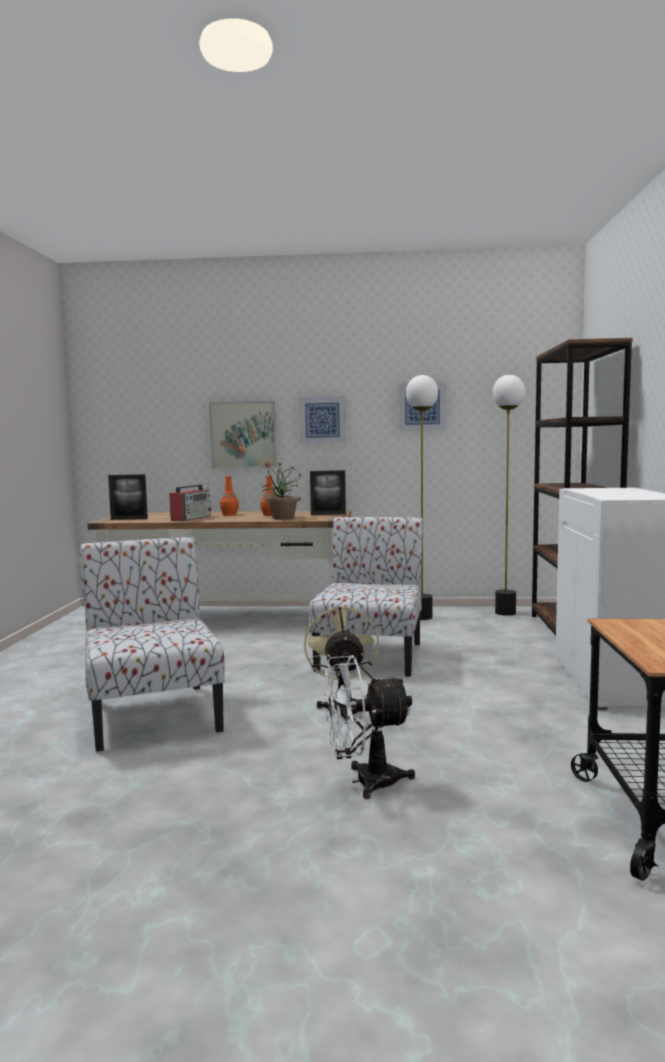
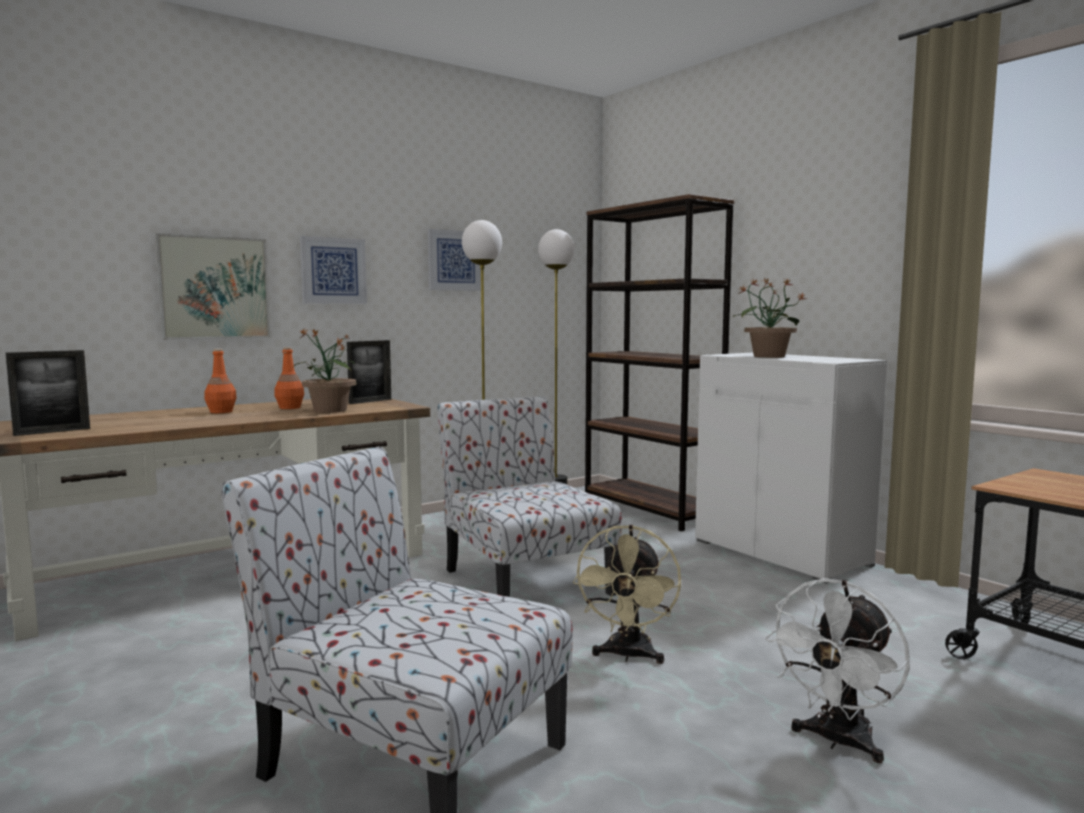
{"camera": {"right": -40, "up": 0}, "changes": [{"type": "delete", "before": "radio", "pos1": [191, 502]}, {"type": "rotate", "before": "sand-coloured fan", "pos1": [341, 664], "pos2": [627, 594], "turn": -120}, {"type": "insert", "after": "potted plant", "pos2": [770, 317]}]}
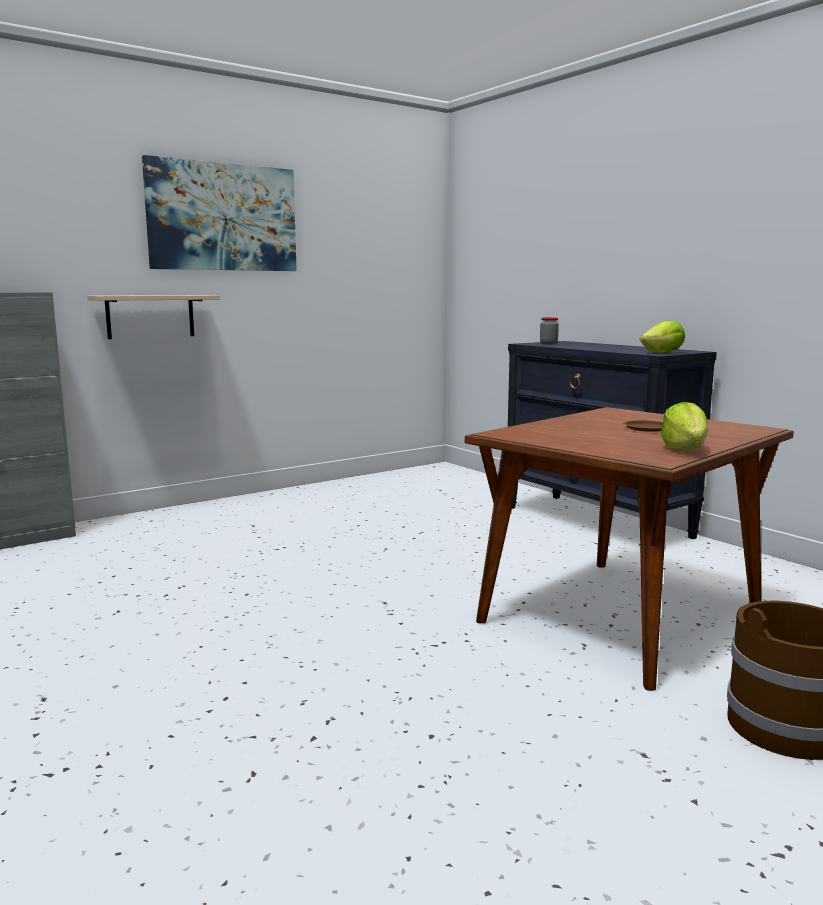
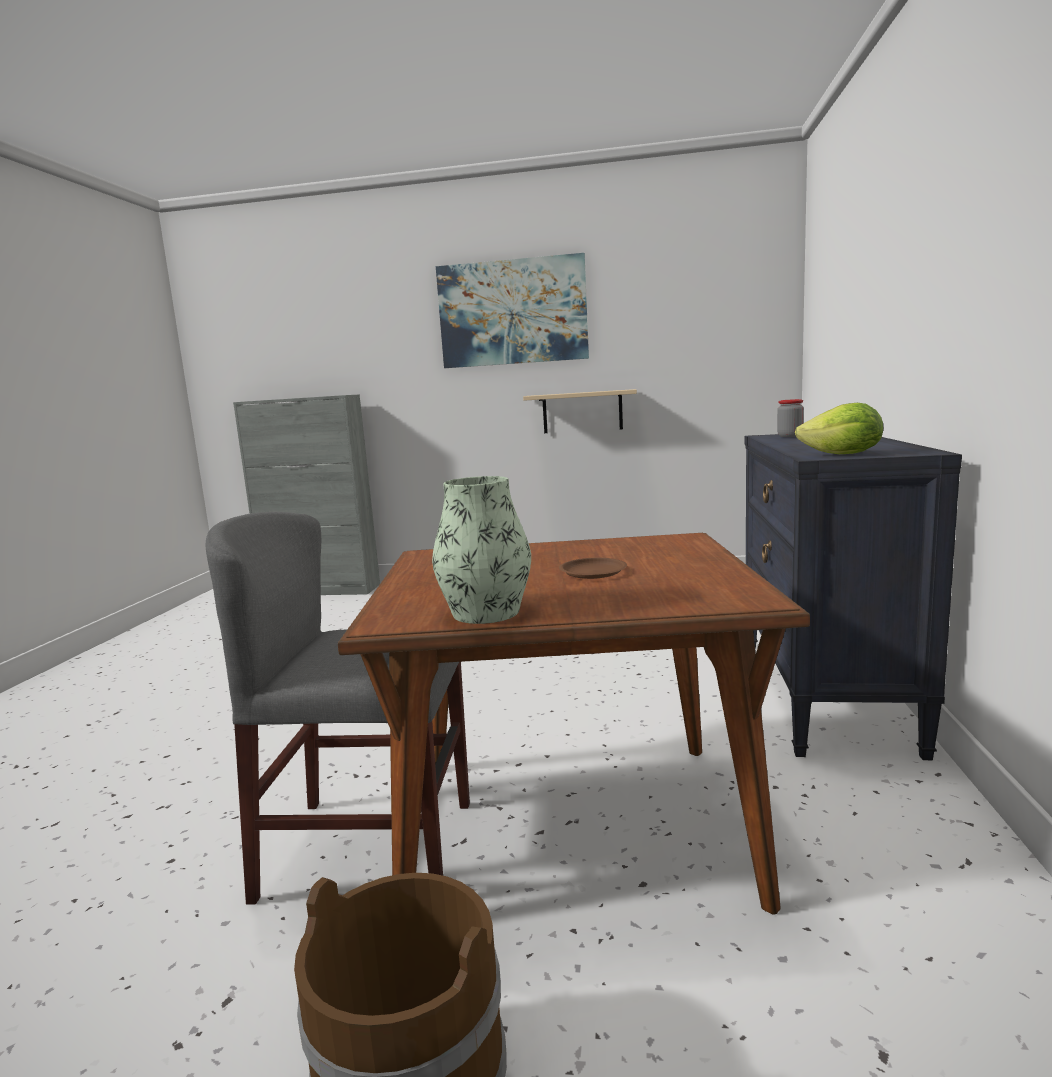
{"camera": {"right": 45, "up": 0}, "changes": [{"type": "move", "before": "sand-coloured bracket shelf", "pos1": [153, 317], "pos2": [580, 411]}, {"type": "replace", "before": "head of lettuce", "after": "vase", "pos1": [684, 426], "pos2": [481, 550]}, {"type": "insert", "after": "grey plain chair", "pos2": [338, 708]}]}
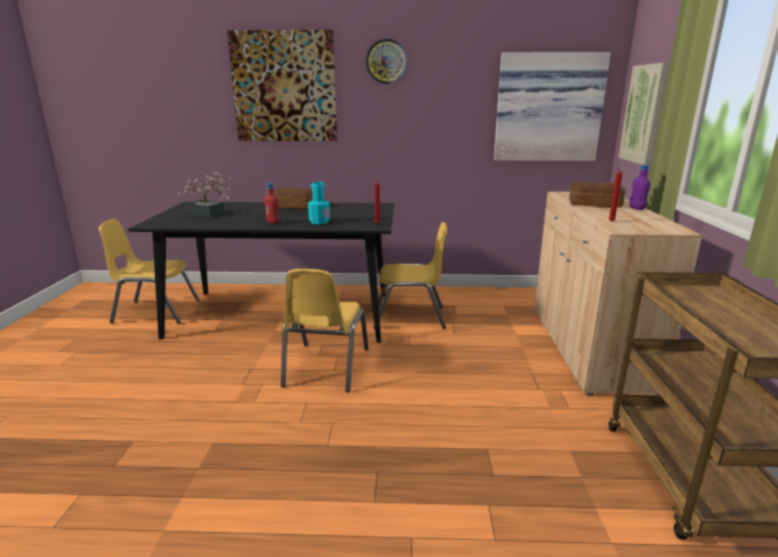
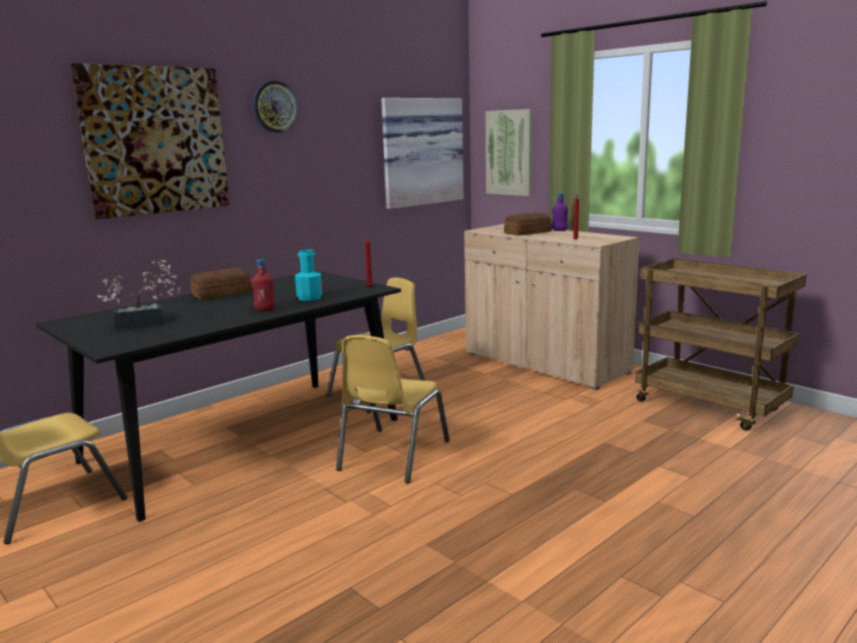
{"camera": {"right": -45, "up": -5}, "changes": [{"type": "rotate", "before": "yellow plain chair", "pos1": [324, 330], "pos2": [393, 409], "turn": 60}]}
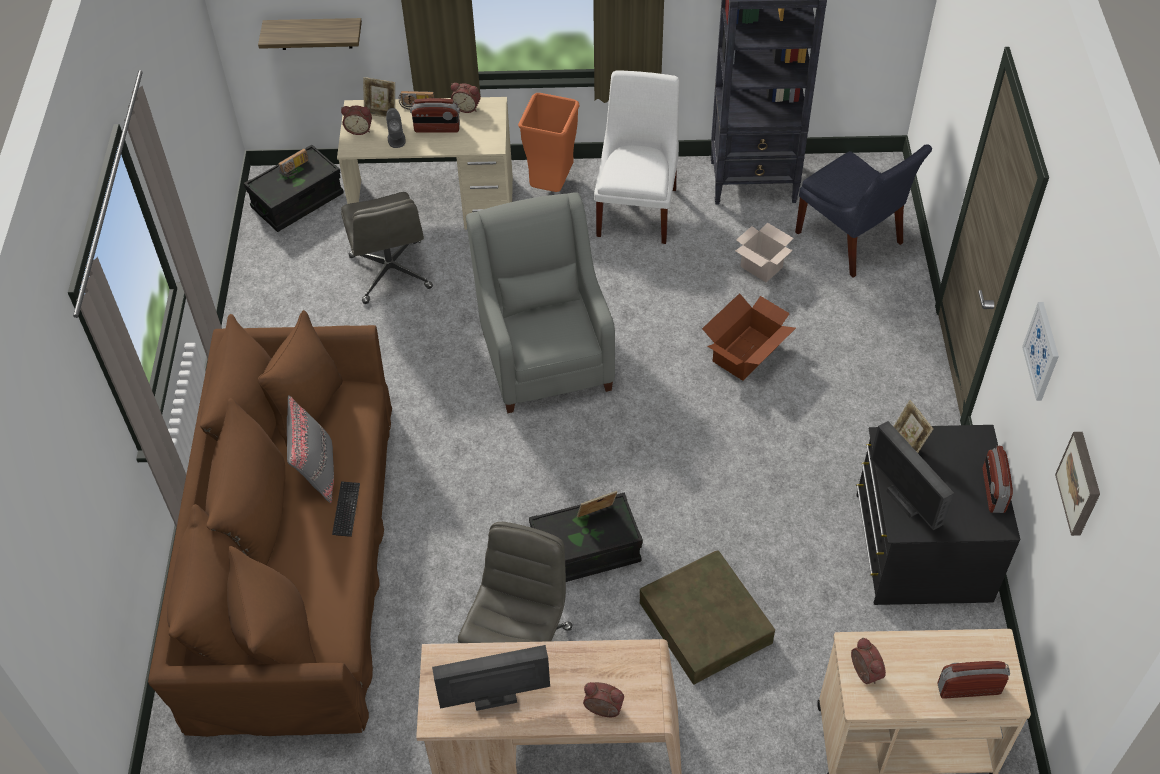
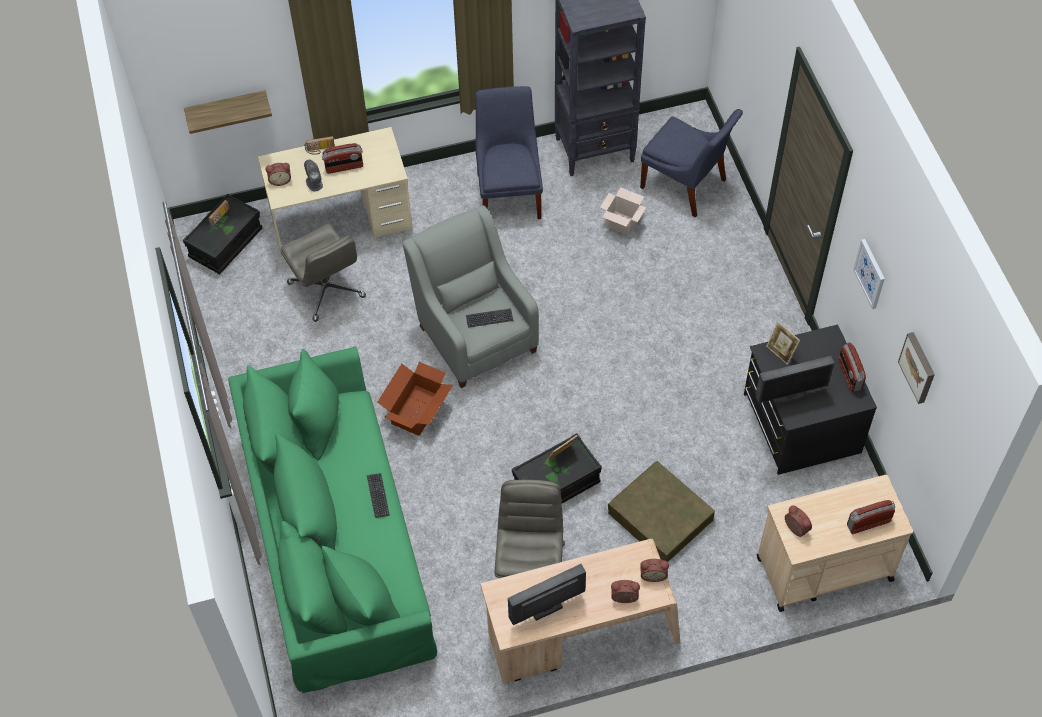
{"camera": {"right": -15, "up": 5}, "changes": [{"type": "recolor", "before": "white plain chair", "after": "blue plain chair", "pos1": [637, 157], "pos2": [509, 152]}, {"type": "delete", "before": "picture frame", "pos1": [379, 97]}, {"type": "move", "before": "table clock", "pos1": [466, 98], "pos2": [654, 570]}, {"type": "delete", "before": "orangey rubbish bin", "pos1": [548, 142]}, {"type": "move", "before": "packing box", "pos1": [749, 336], "pos2": [415, 399]}, {"type": "recolor", "before": "brown couch", "after": "greenish couch", "pos1": [270, 523], "pos2": [332, 520]}, {"type": "delete", "before": "grey cushion", "pos1": [310, 449]}, {"type": "rotate", "before": "computer screen", "pos1": [912, 475], "pos2": [794, 380], "turn": -60}, {"type": "insert", "after": "PC keyboard", "pos2": [489, 318]}]}
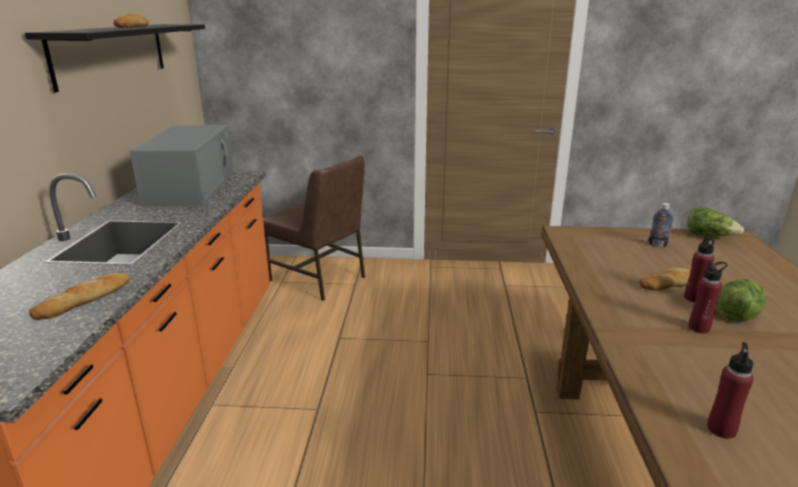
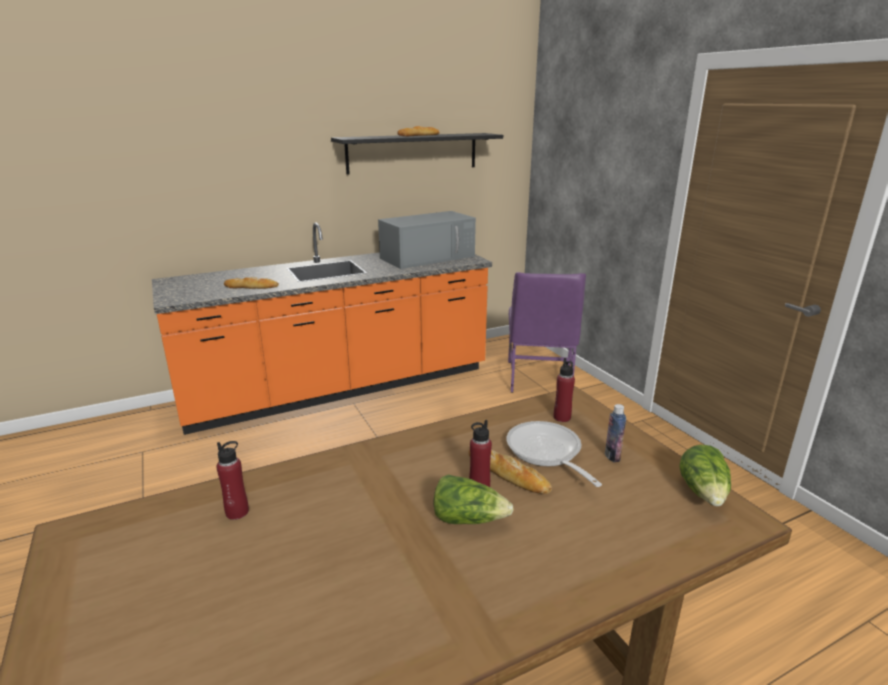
{"camera": {"right": 60, "up": 0}, "changes": [{"type": "recolor", "before": "brown plain chair", "after": "purplish plain chair", "pos1": [314, 228], "pos2": [547, 332]}, {"type": "move", "before": "reddish bottle", "pos1": [707, 297], "pos2": [564, 390]}, {"type": "insert", "after": "pan", "pos2": [554, 454]}]}
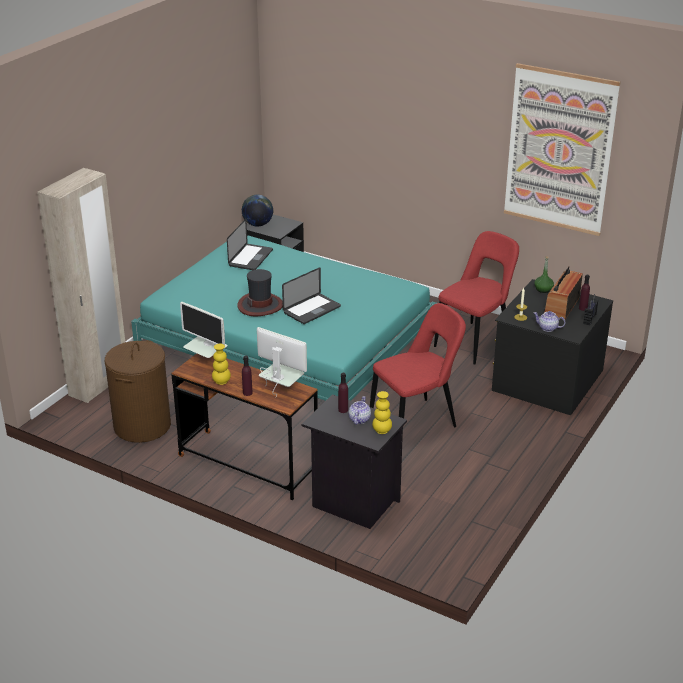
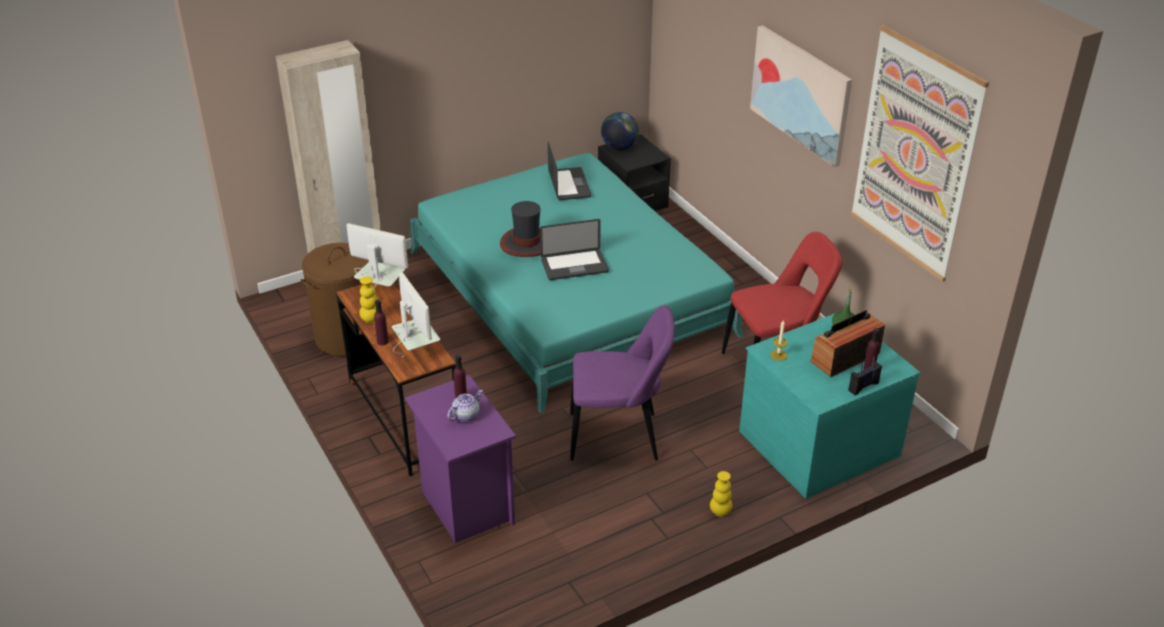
{"camera": {"right": 30, "up": 5}, "changes": [{"type": "rotate", "before": "portable computer", "pos1": [250, 244], "pos2": [569, 170], "turn": -60}, {"type": "recolor", "before": "black dresser", "after": "turquoise dresser", "pos1": [552, 347], "pos2": [829, 406]}, {"type": "rotate", "before": "computer screen", "pos1": [204, 330], "pos2": [377, 259], "turn": 135}, {"type": "recolor", "before": "reddish plain chair", "after": "purplish plain chair", "pos1": [418, 365], "pos2": [622, 383]}, {"type": "delete", "before": "pot for tea", "pos1": [549, 321]}, {"type": "move", "before": "yellow vase", "pos1": [382, 412], "pos2": [721, 494]}, {"type": "recolor", "before": "black bedside table", "after": "purplish bedside table", "pos1": [354, 461], "pos2": [460, 459]}, {"type": "insert", "after": "wall picture", "pos2": [801, 96]}]}
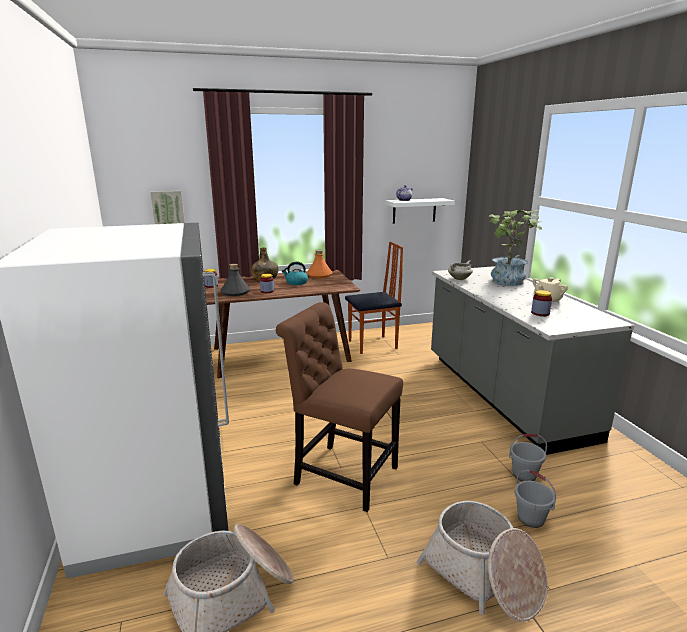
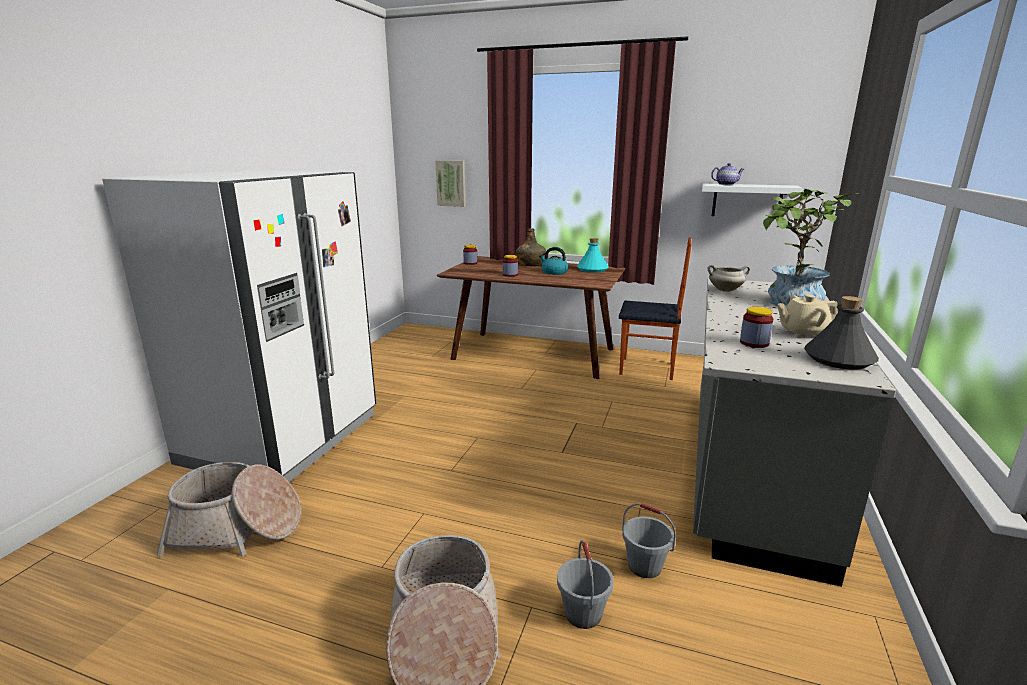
{"camera": {"right": 35, "up": 0}, "changes": [{"type": "recolor", "before": "orangey bottle", "after": "turquoise bottle", "pos1": [320, 264], "pos2": [593, 255]}, {"type": "move", "before": "grey bottle", "pos1": [235, 280], "pos2": [841, 332]}, {"type": "delete", "before": "brown plain chair", "pos1": [339, 407]}]}
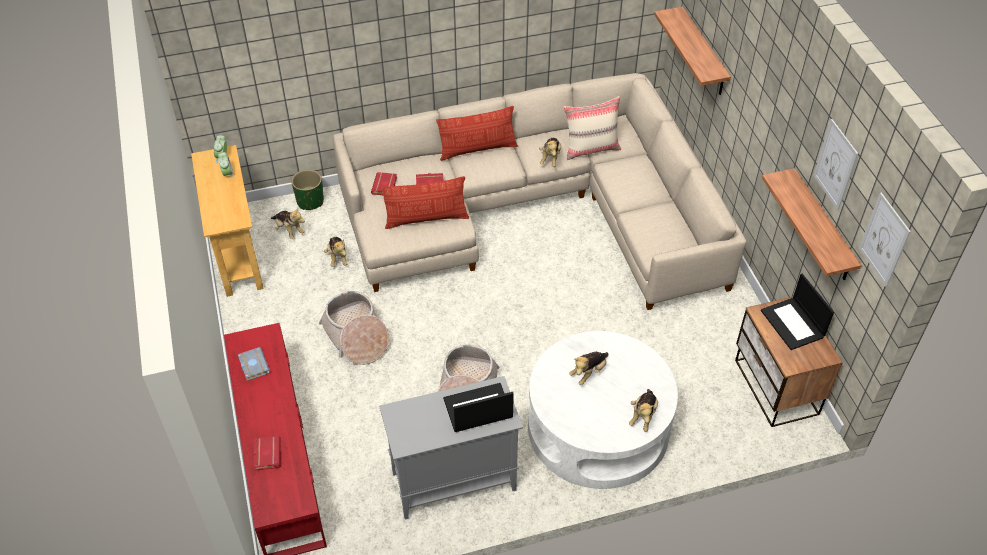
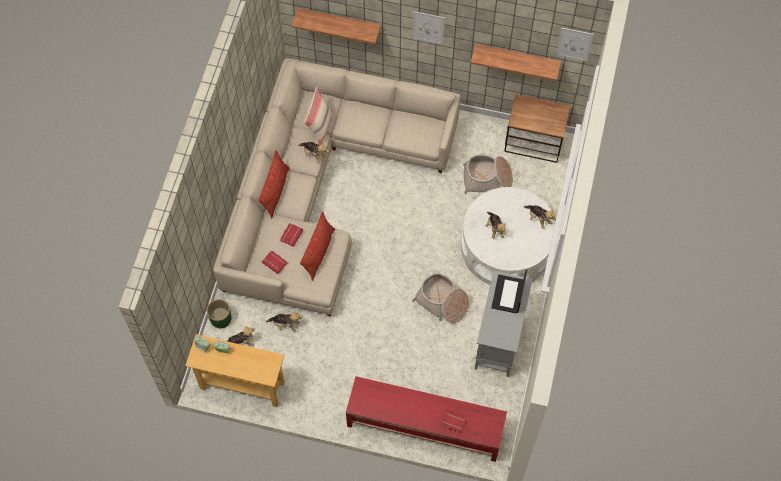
{"camera": {"right": -60, "up": 15}, "changes": [{"type": "move", "before": "wall picture", "pos1": [835, 164], "pos2": [429, 28]}, {"type": "delete", "before": "portable computer", "pos1": [797, 312]}, {"type": "move", "before": "basket", "pos1": [354, 328], "pos2": [488, 174]}, {"type": "delete", "before": "grey bound book", "pos1": [254, 364]}]}
